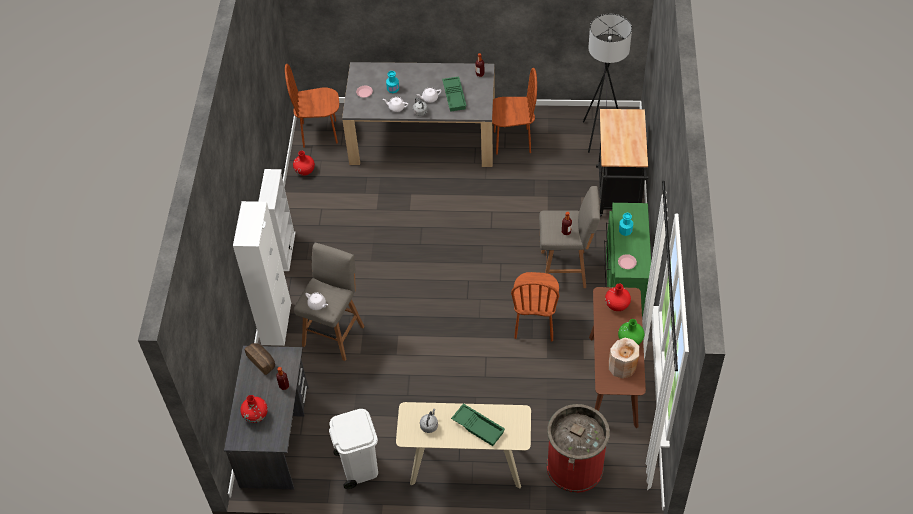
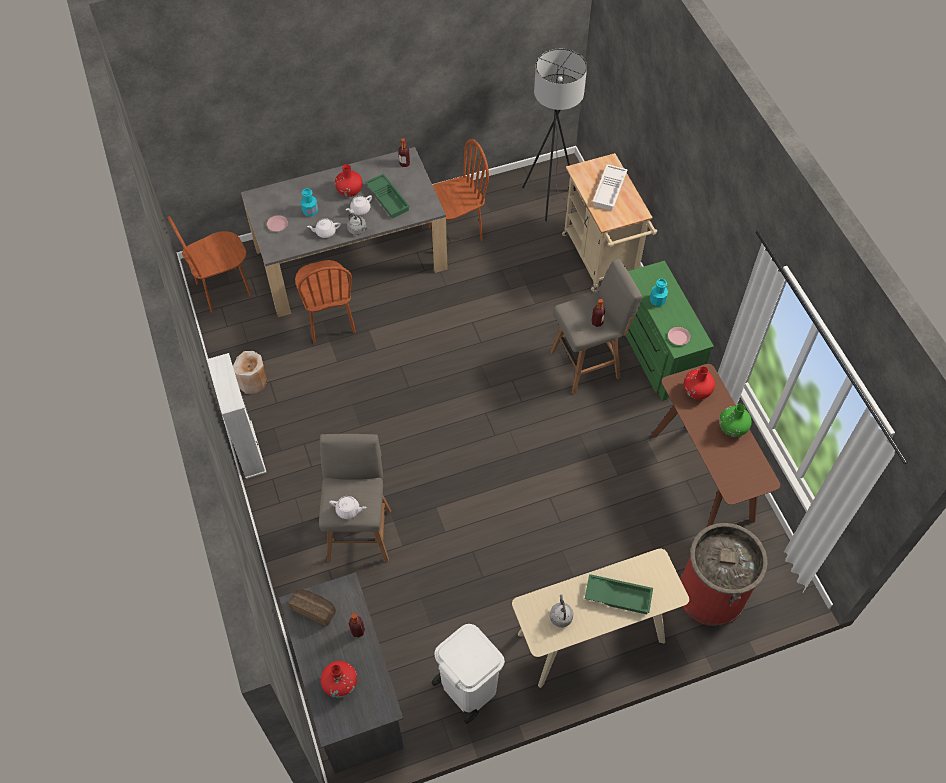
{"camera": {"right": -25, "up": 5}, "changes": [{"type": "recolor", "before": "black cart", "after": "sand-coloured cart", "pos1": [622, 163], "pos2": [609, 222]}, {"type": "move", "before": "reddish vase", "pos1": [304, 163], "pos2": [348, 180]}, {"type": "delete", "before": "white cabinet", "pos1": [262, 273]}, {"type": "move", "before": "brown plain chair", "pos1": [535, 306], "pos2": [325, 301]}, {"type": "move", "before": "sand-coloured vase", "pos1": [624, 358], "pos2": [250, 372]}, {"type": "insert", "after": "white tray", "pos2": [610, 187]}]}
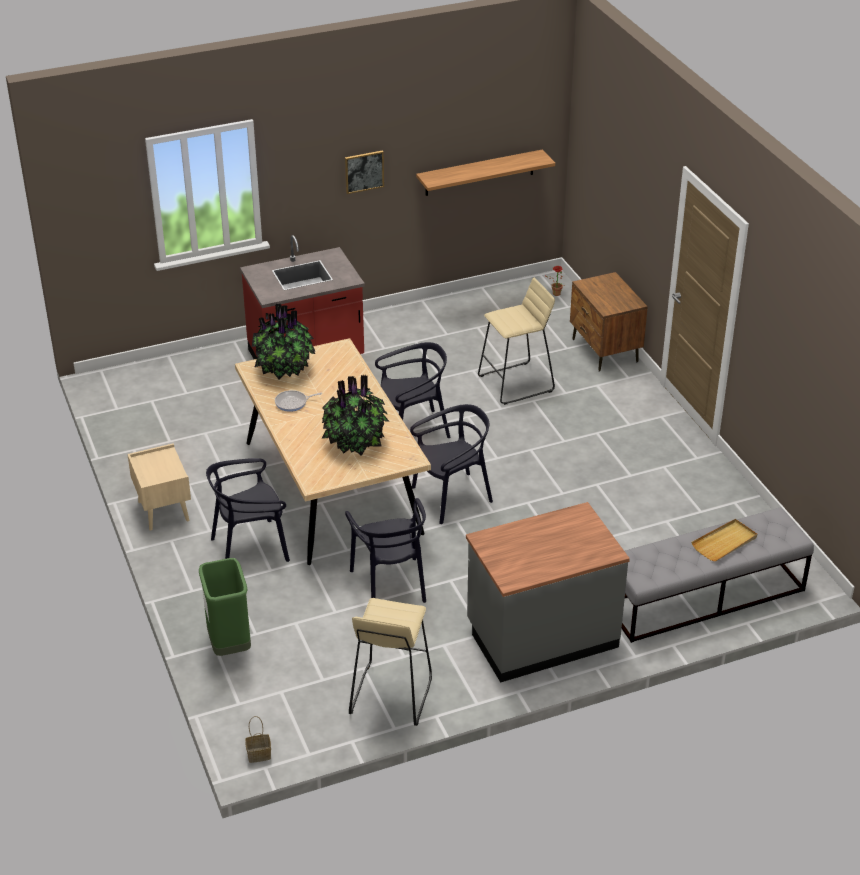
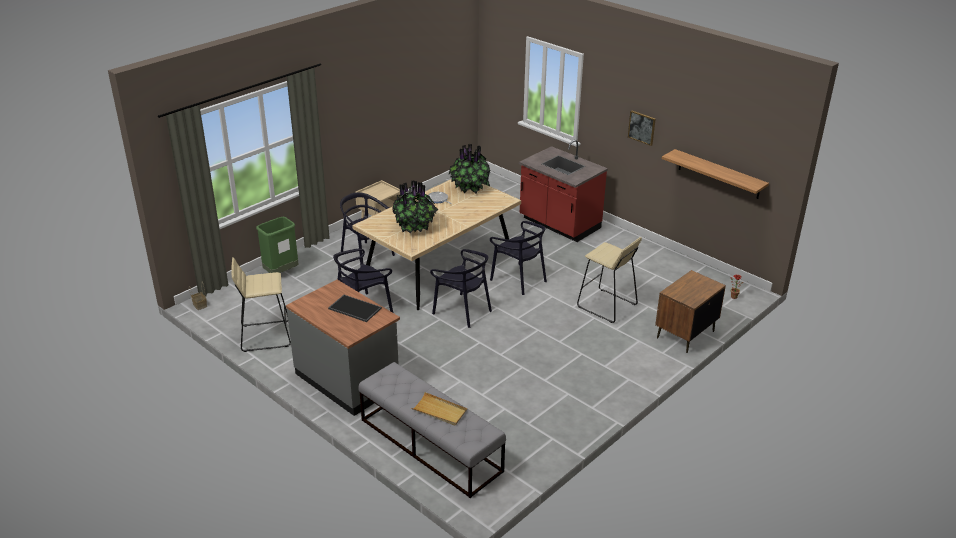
{"camera": {"right": 65, "up": -5}, "changes": [{"type": "insert", "after": "tray", "pos2": [355, 308]}]}
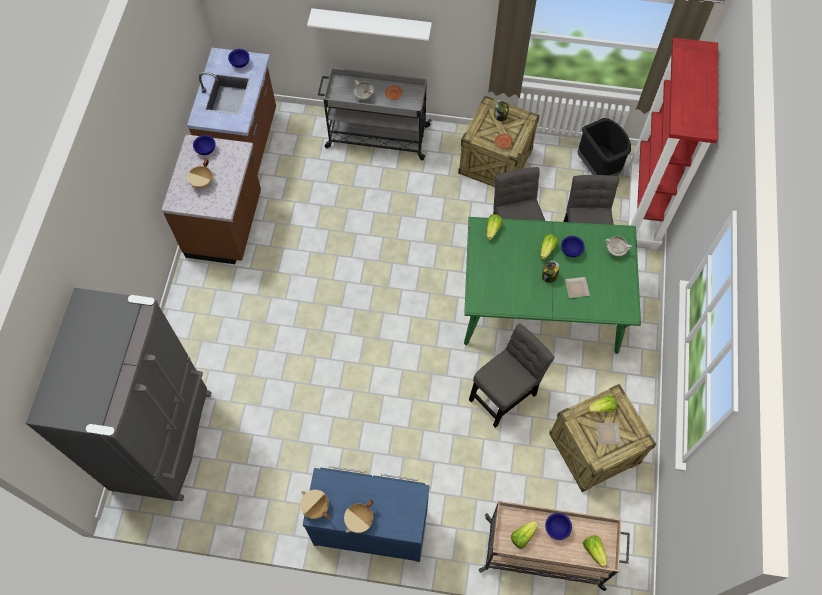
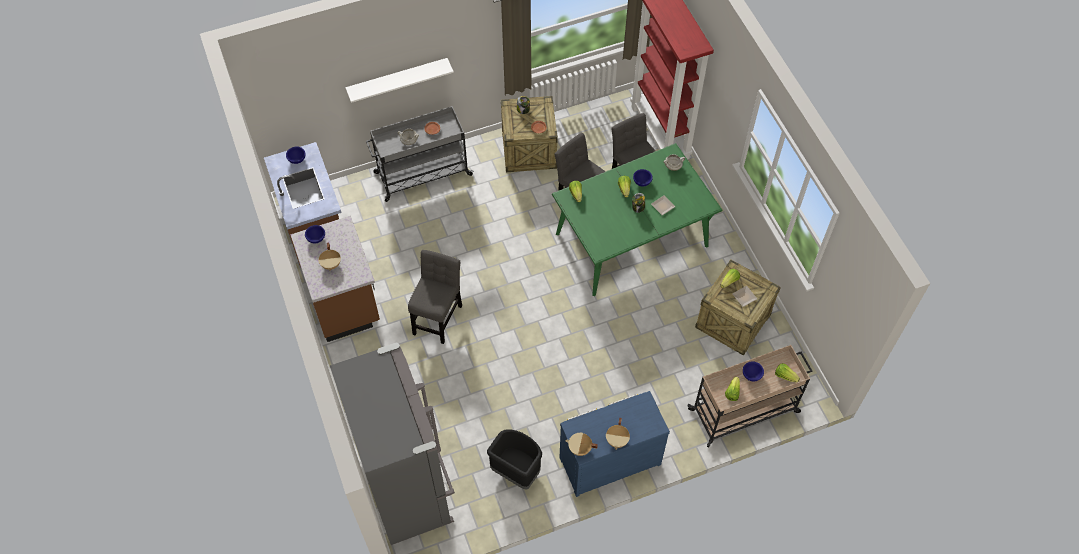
{"camera": {"right": -30, "up": -5}, "changes": [{"type": "move", "before": "black rubbish bin", "pos1": [604, 147], "pos2": [514, 459]}, {"type": "move", "before": "grey plain chair", "pos1": [512, 376], "pos2": [435, 297]}]}
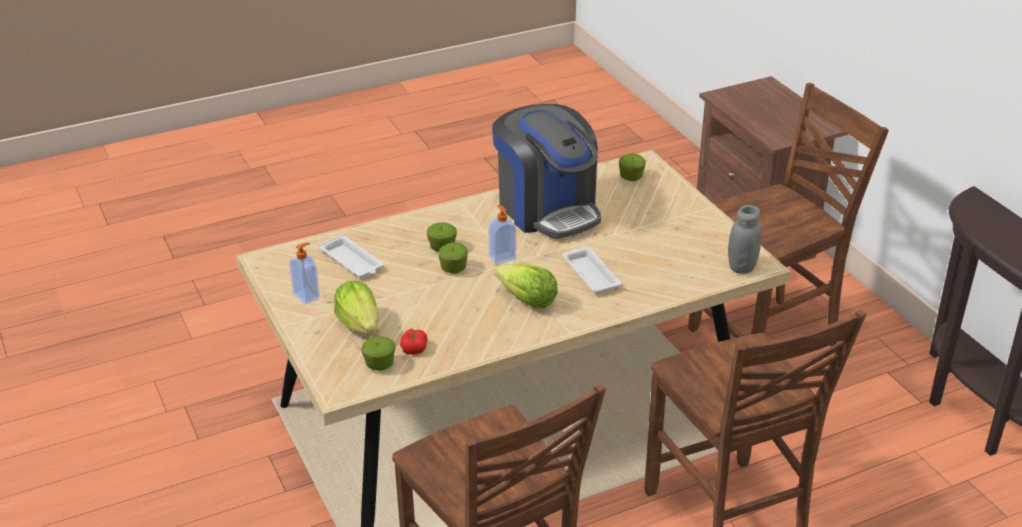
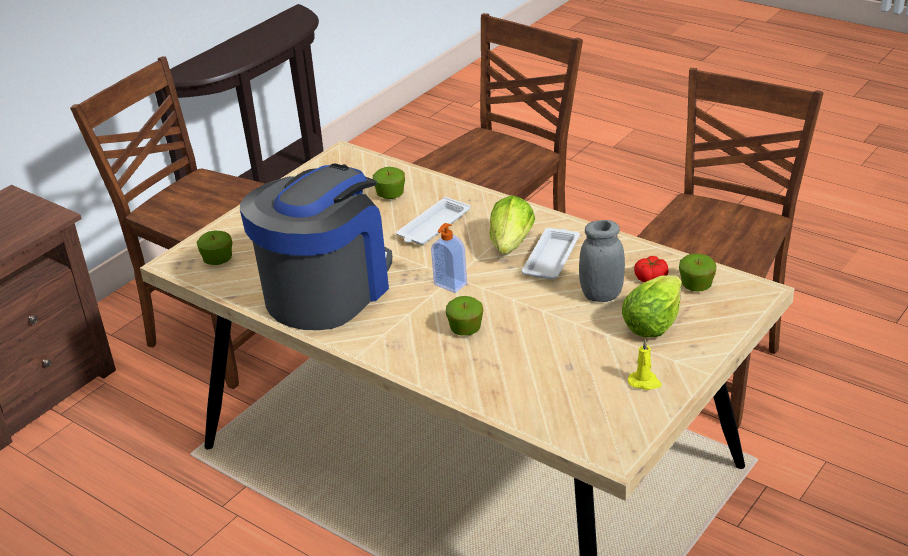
{"camera": {"right": -115, "up": 0}, "changes": [{"type": "move", "before": "grey storage jar", "pos1": [745, 239], "pos2": [602, 261]}, {"type": "move", "before": "white tray", "pos1": [351, 255], "pos2": [550, 254]}, {"type": "move", "before": "whole apple", "pos1": [453, 258], "pos2": [389, 183]}, {"type": "replace", "before": "liquid soap bottle", "after": "yellow wax candle", "pos1": [304, 273], "pos2": [645, 364]}]}
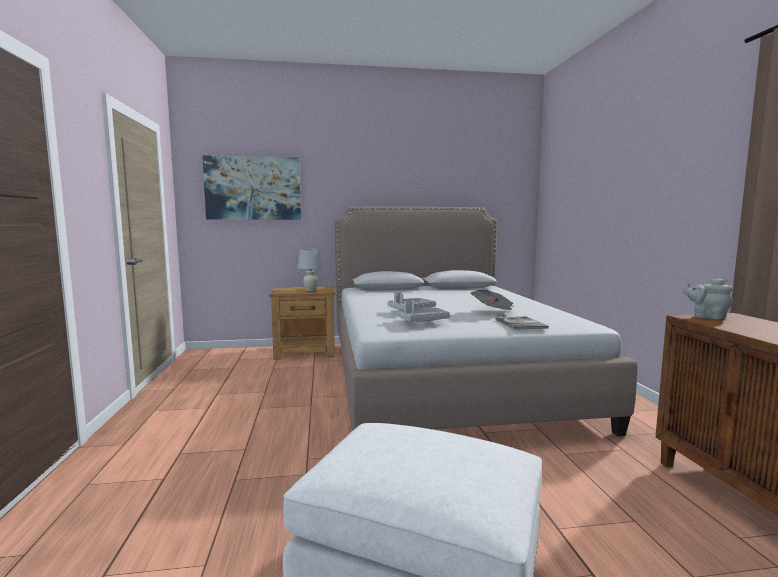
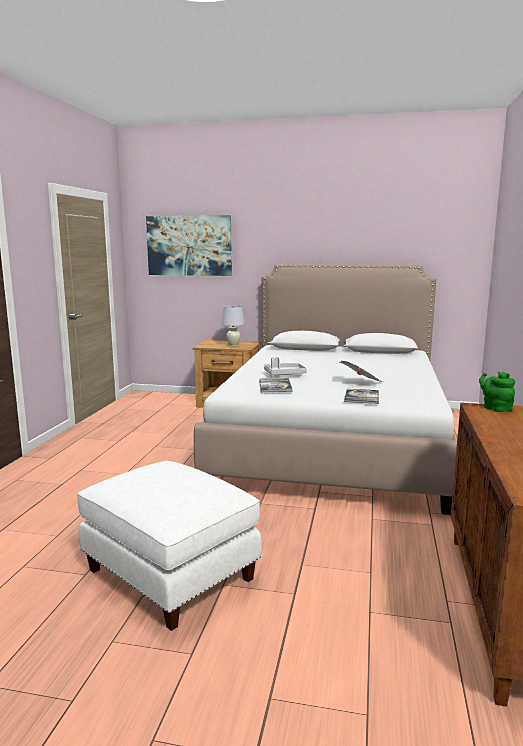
{"camera": {"right": 20, "up": 5}, "changes": [{"type": "recolor", "before": "grey pot for tea", "after": "greenish pot for tea", "pos1": [707, 299], "pos2": [497, 392]}, {"type": "replace", "before": "grey tray", "after": "bound book", "pos1": [423, 311], "pos2": [276, 385]}]}
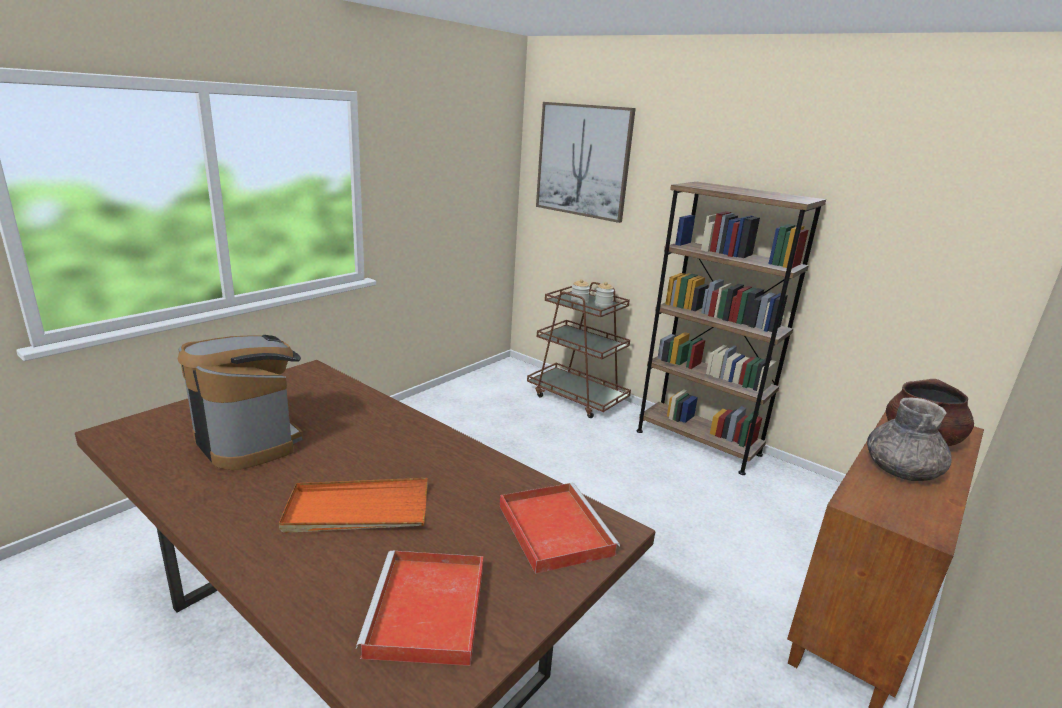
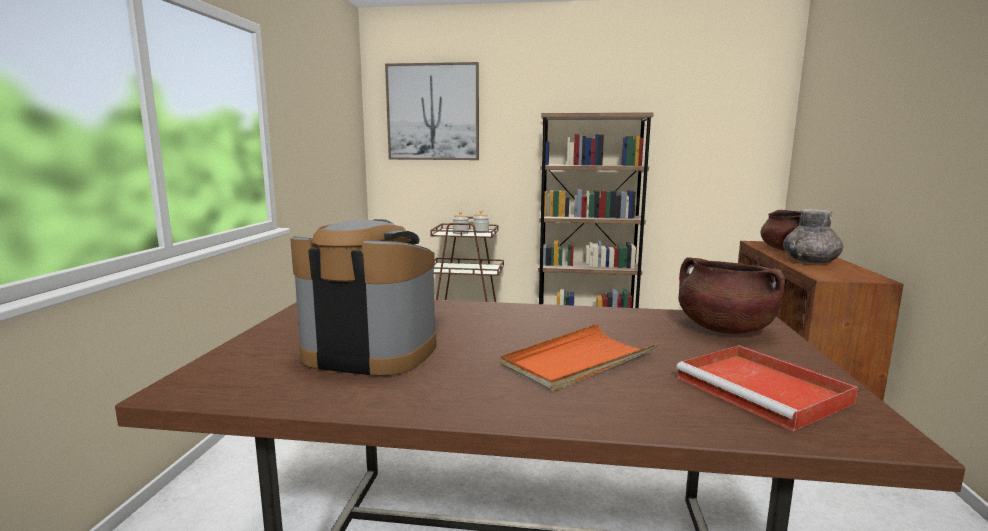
{"camera": {"right": -30, "up": -10}, "changes": [{"type": "replace", "before": "reddish tray", "after": "brown stockpot", "pos1": [560, 528], "pos2": [732, 295]}]}
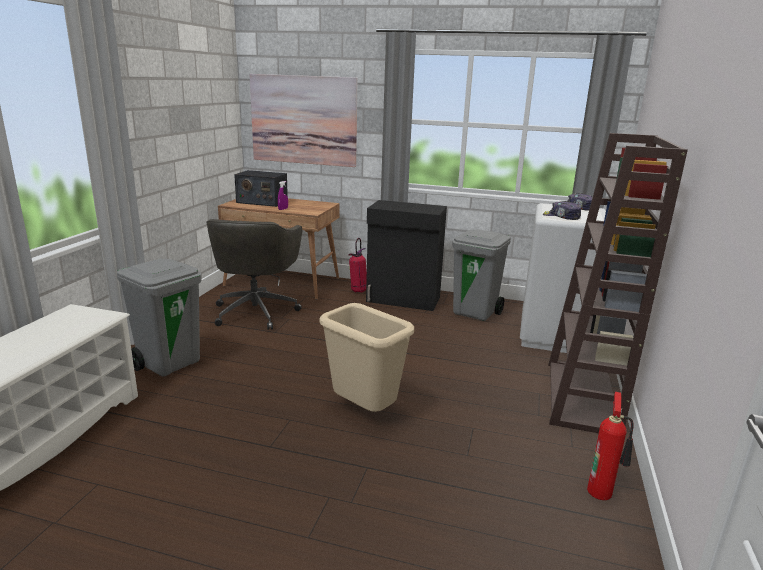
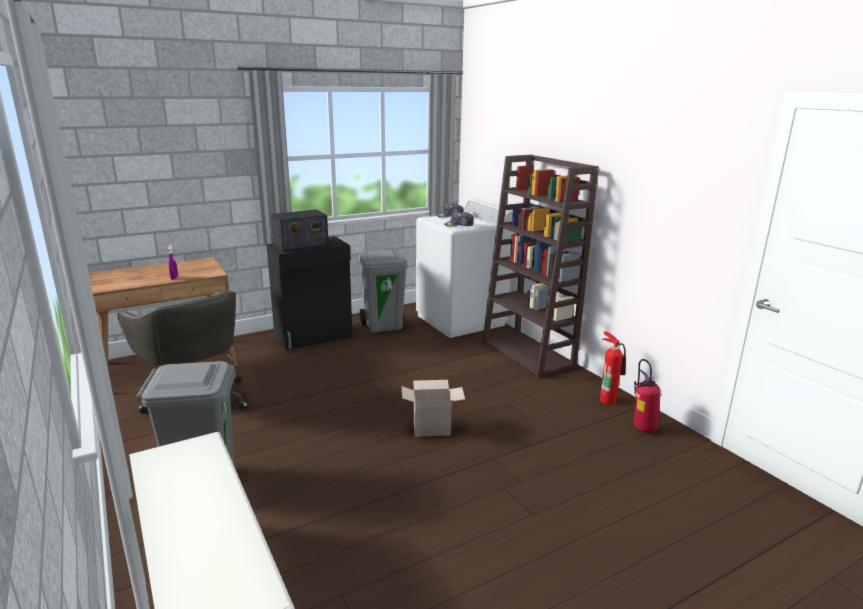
{"camera": {"right": -45, "up": 0}, "changes": [{"type": "delete", "before": "wall picture", "pos1": [303, 120]}, {"type": "move", "before": "radio", "pos1": [261, 188], "pos2": [300, 231]}, {"type": "move", "before": "fire extinguisher", "pos1": [357, 265], "pos2": [647, 396]}, {"type": "replace", "before": "sand-coloured rubbish bin", "after": "packing box", "pos1": [366, 357], "pos2": [433, 408]}]}
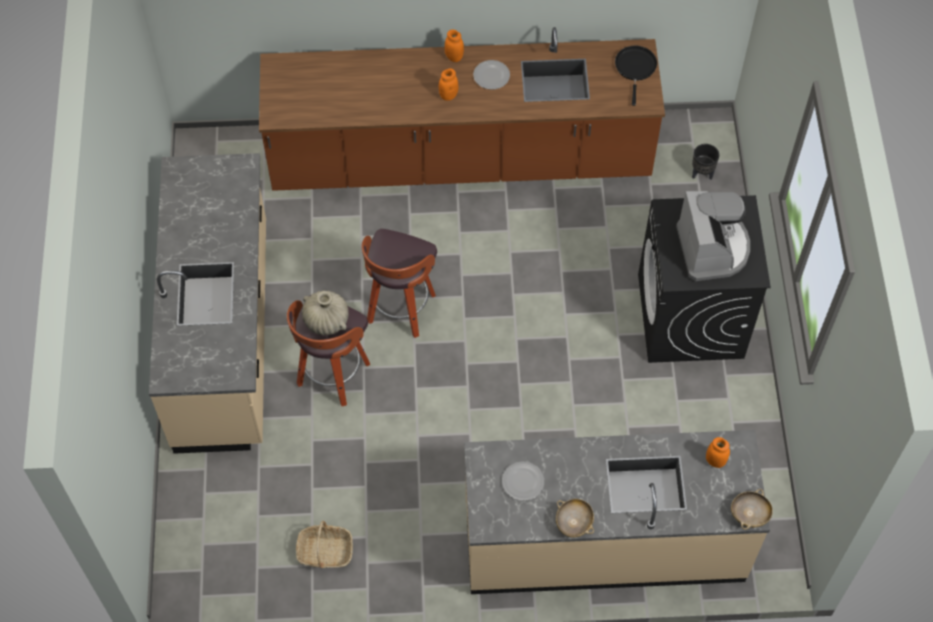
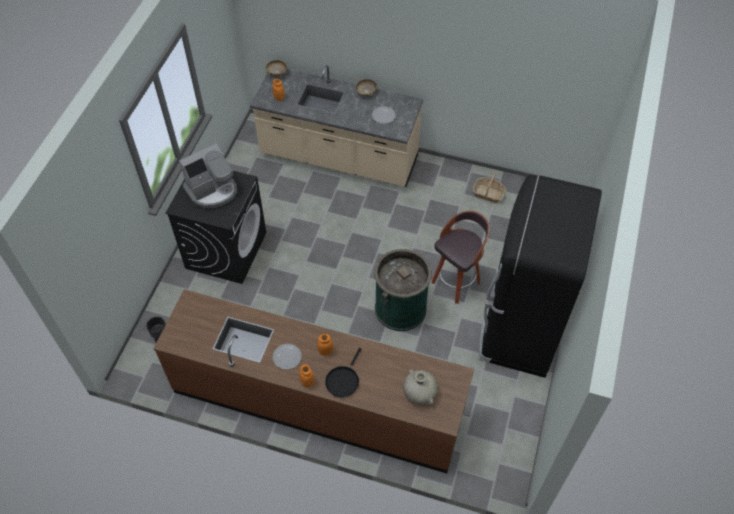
{"camera": {"right": -160, "up": -5}, "changes": [{"type": "move", "before": "black pan", "pos1": [636, 76], "pos2": [343, 373]}, {"type": "replace", "before": "sand-coloured kitchen base unit", "after": "black kitchen fridge", "pos1": [207, 303], "pos2": [540, 276]}, {"type": "rotate", "before": "coffee brewer", "pos1": [713, 236], "pos2": [208, 176], "turn": -135}, {"type": "replace", "before": "sitting stool", "after": "greenish rubbish bin", "pos1": [399, 283], "pos2": [403, 290]}, {"type": "move", "before": "sand-coloured vase", "pos1": [325, 312], "pos2": [420, 387]}]}
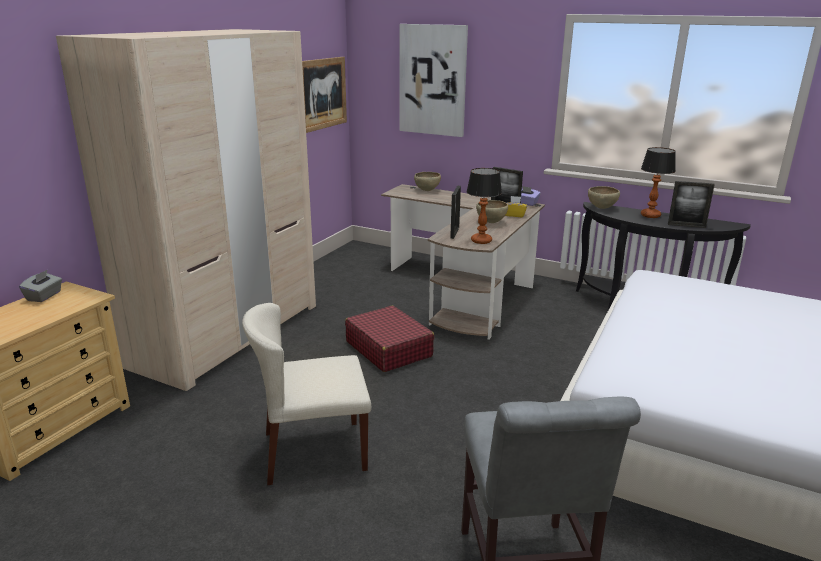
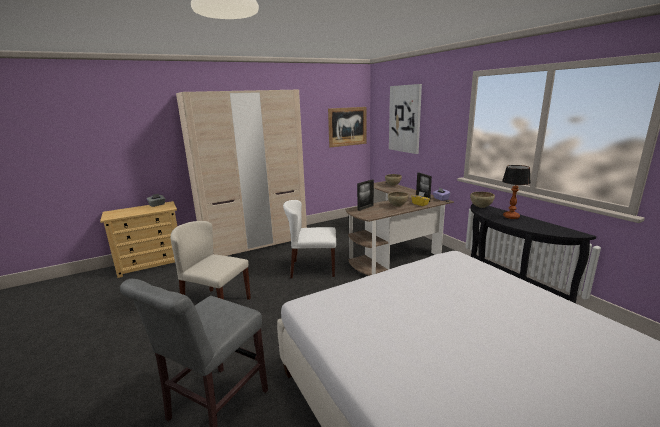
{"camera": {"right": 35, "up": -5}, "changes": [{"type": "delete", "before": "tabletop lamp", "pos1": [484, 206]}, {"type": "delete", "before": "picture frame", "pos1": [691, 204]}, {"type": "replace", "before": "reddish travel case", "after": "white plain chair", "pos1": [389, 339], "pos2": [309, 239]}]}
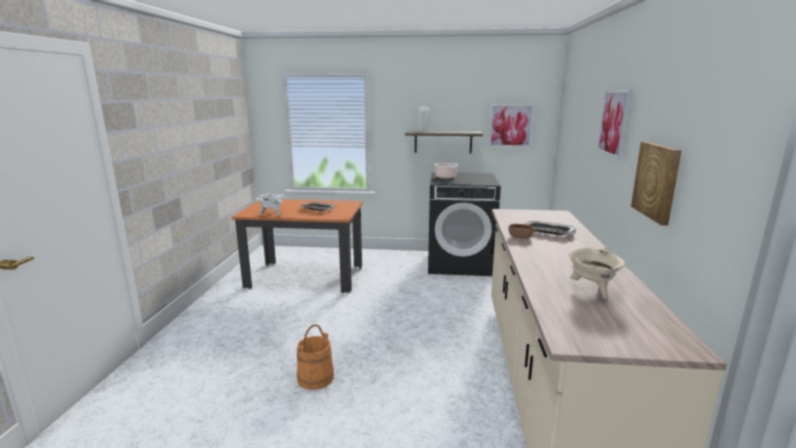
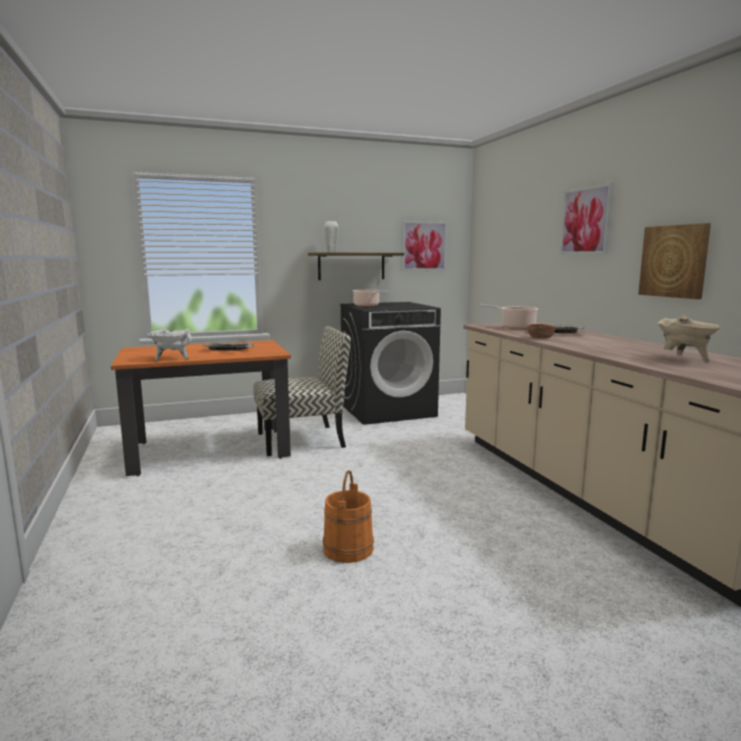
{"camera": {"right": -25, "up": -5}, "changes": [{"type": "insert", "after": "stockpot", "pos2": [509, 317]}, {"type": "insert", "after": "plain chair", "pos2": [302, 391]}]}
